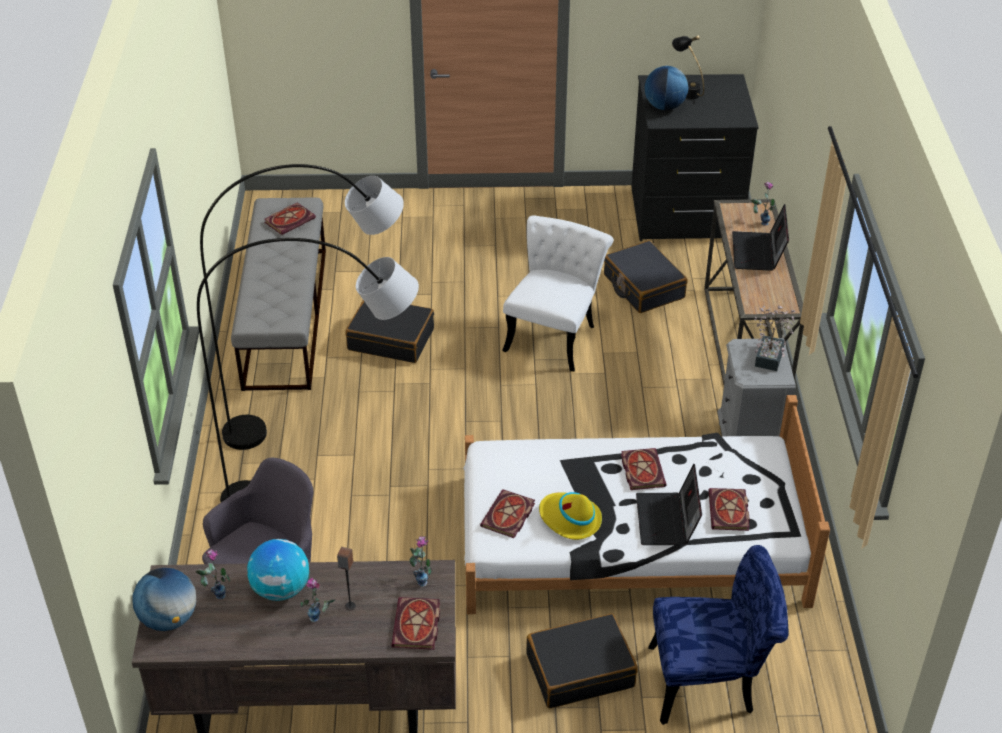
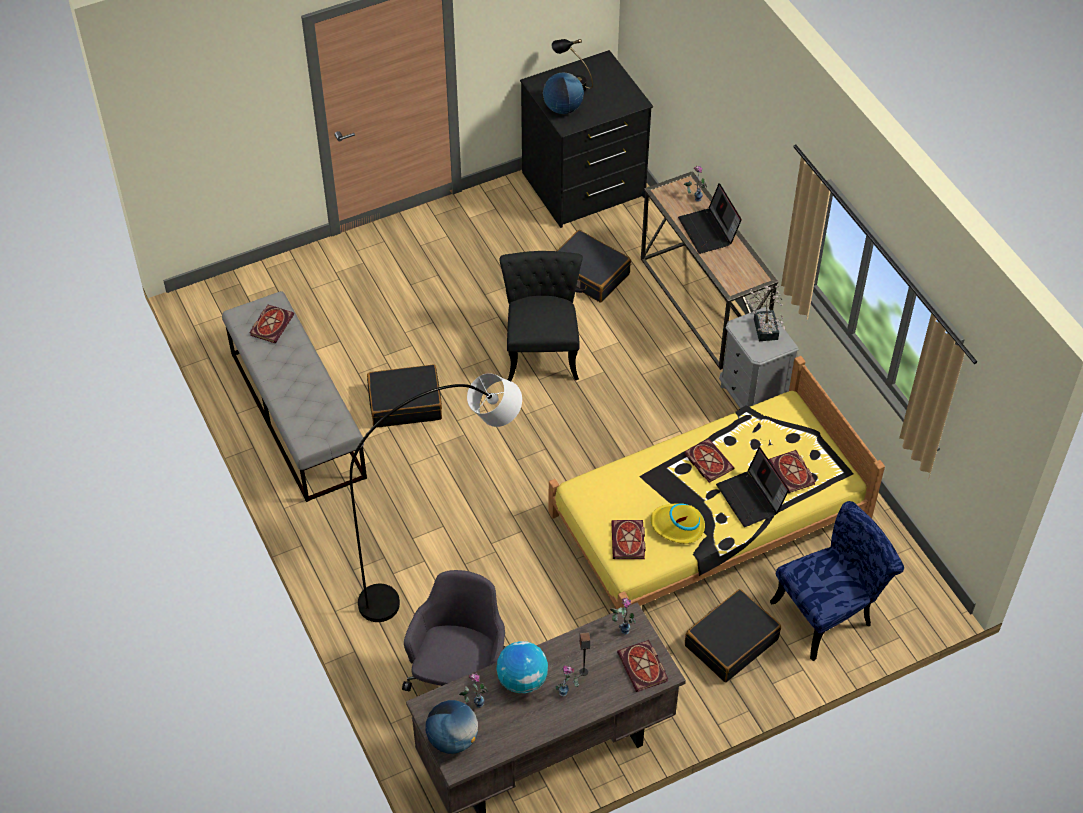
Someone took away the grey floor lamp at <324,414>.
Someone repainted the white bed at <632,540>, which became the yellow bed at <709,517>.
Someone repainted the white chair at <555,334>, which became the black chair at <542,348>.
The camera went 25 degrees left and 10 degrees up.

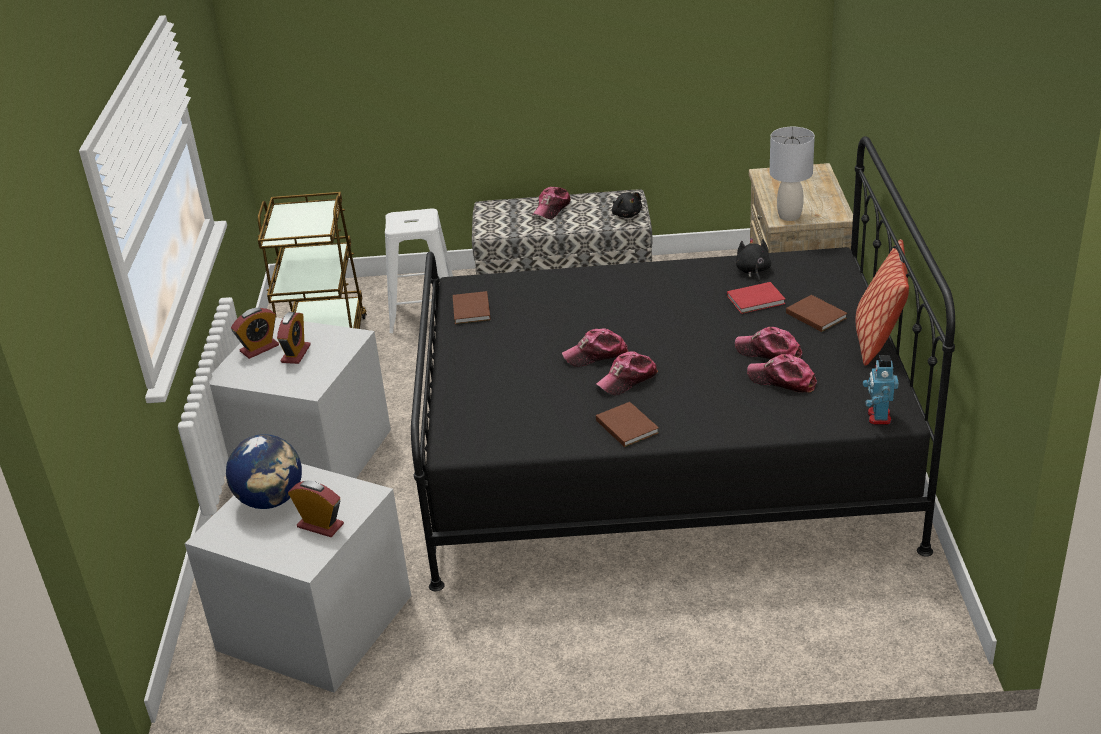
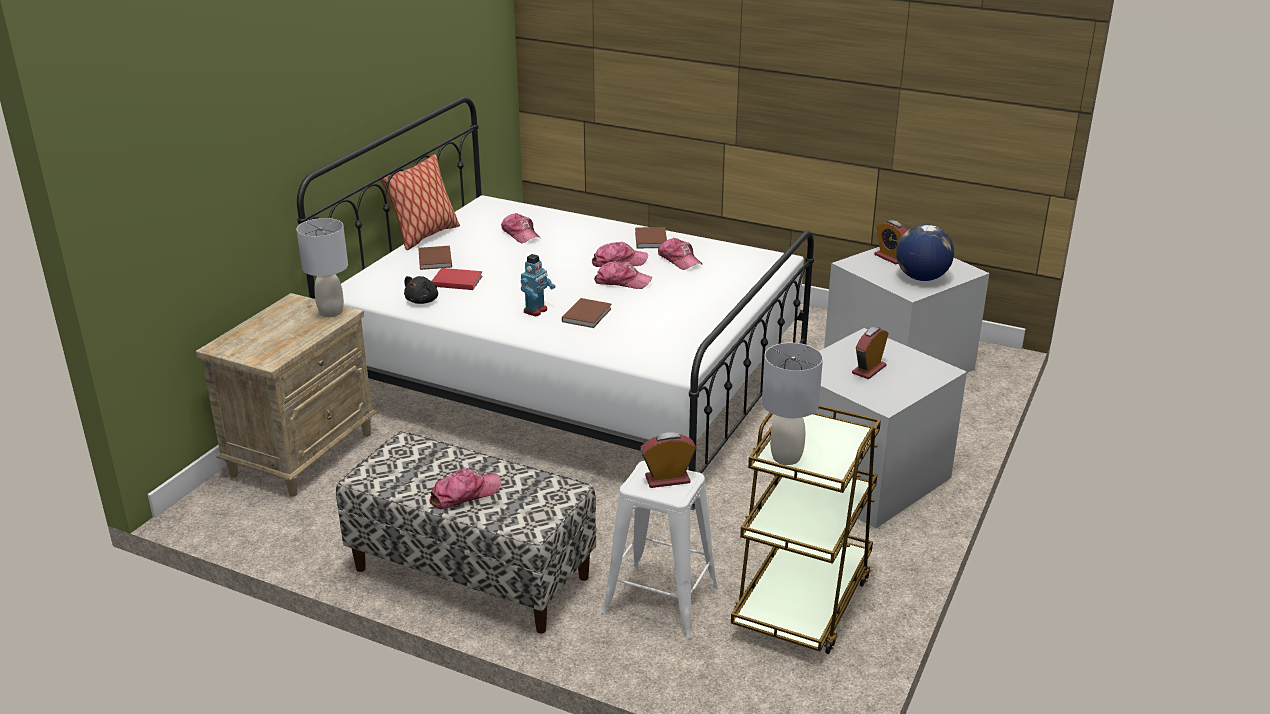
Someone took away the black plush toy at <626,214>.
Someone put down the grey table lamp at <787,457>.
Someone carried the alarm clock from <259,348> to <667,479>.
Someone carried the brown book from <470,310> to <588,315>.
Someone carried the cap from <769,352> to <679,260>.
Someone carried the toy robot from <878,417> to <536,311>.
Someone repainted the black bed at <662,456>, which became the white bed at <572,380>.
The camera went 155 degrees left and 5 degrees down.

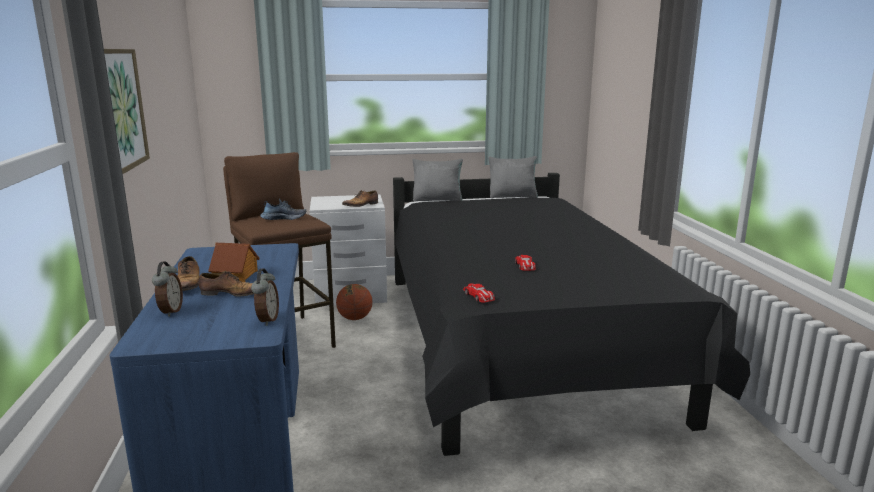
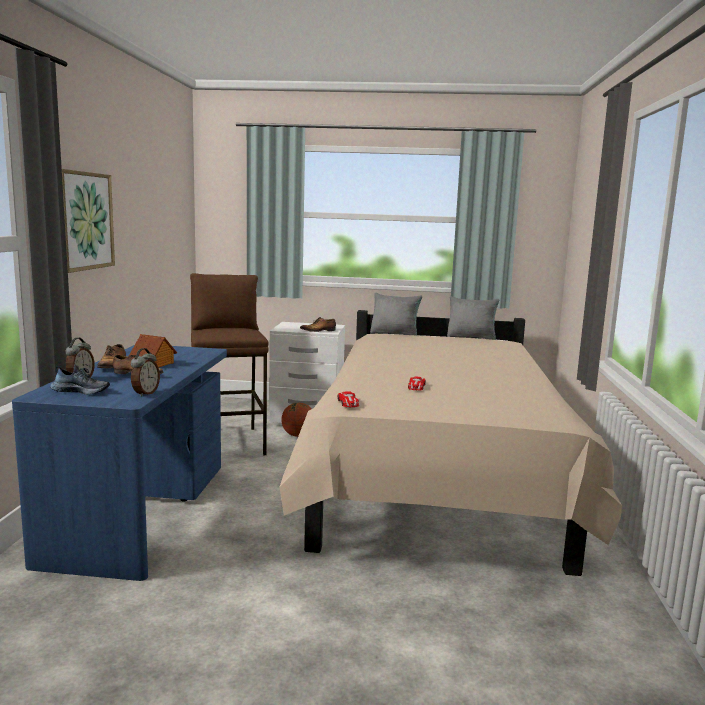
Someone carried the shoe from <284,218> to <81,391>.
Someone repainted the black bed at <517,345>, which became the beige bed at <436,477>.
The camera went 15 degrees right and 5 degrees down.

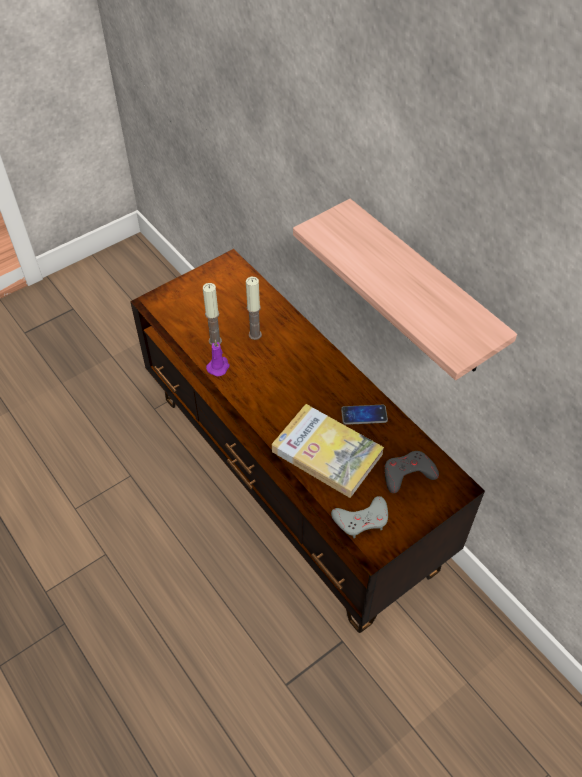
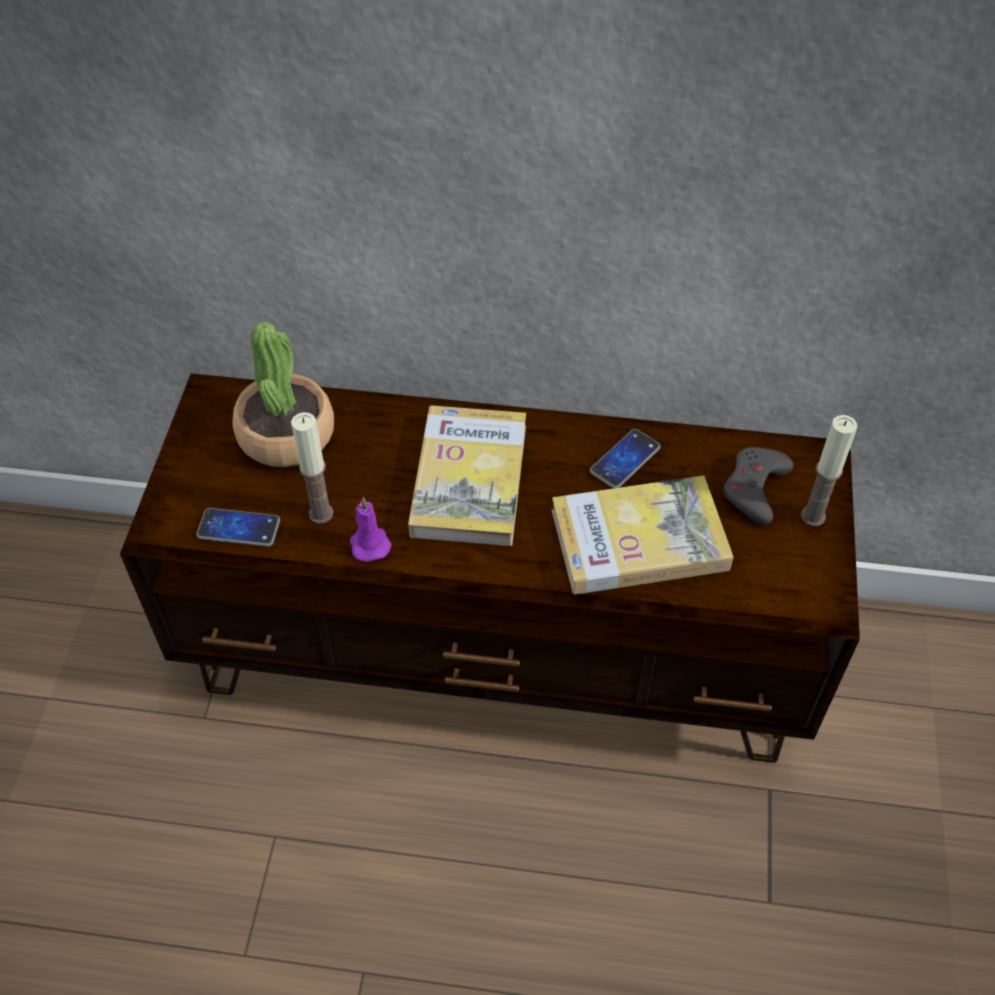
Someone took away the shelf at <422,291>.
Someone took away the grey game controller at <362,519>.
Someone put down the phone at <239,528>.
Someone put down the potted plant at <286,434>.
Someone put down the book at <469,479>.
Someone carried the candle from <255,334> to <813,516>.
The camera went 45 degrees left and 0 degrees up.

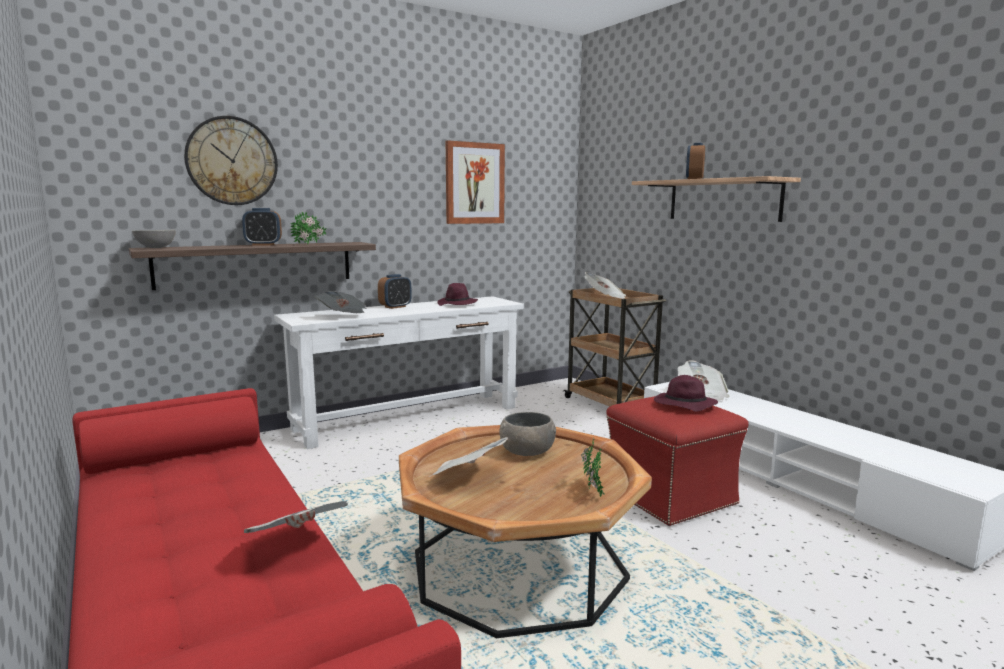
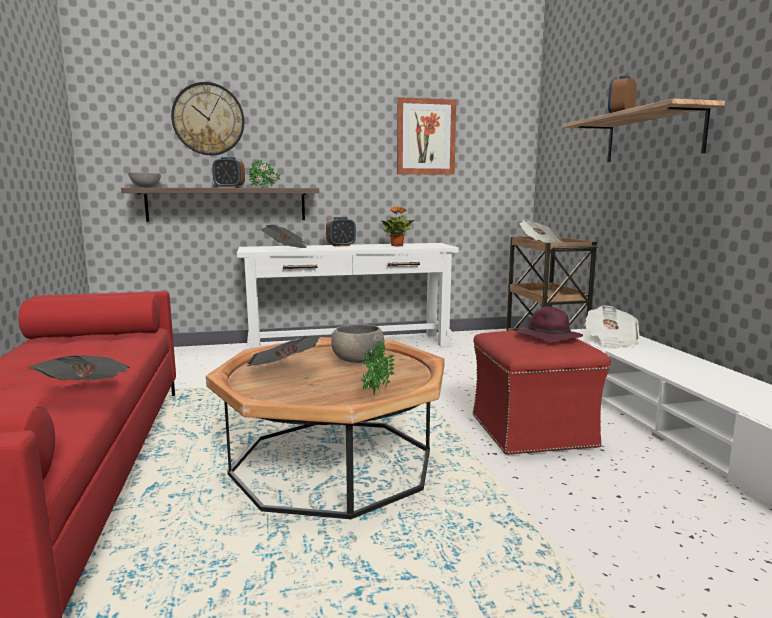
Someone swapped the purple hat at <457,304> for the potted plant at <397,246>.
The camera went 20 degrees right and 0 degrees up.

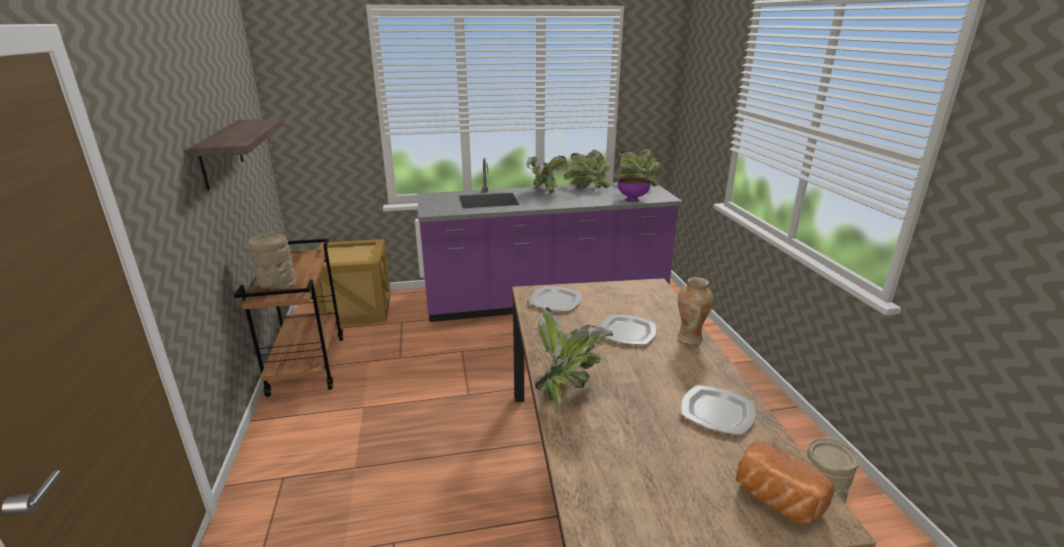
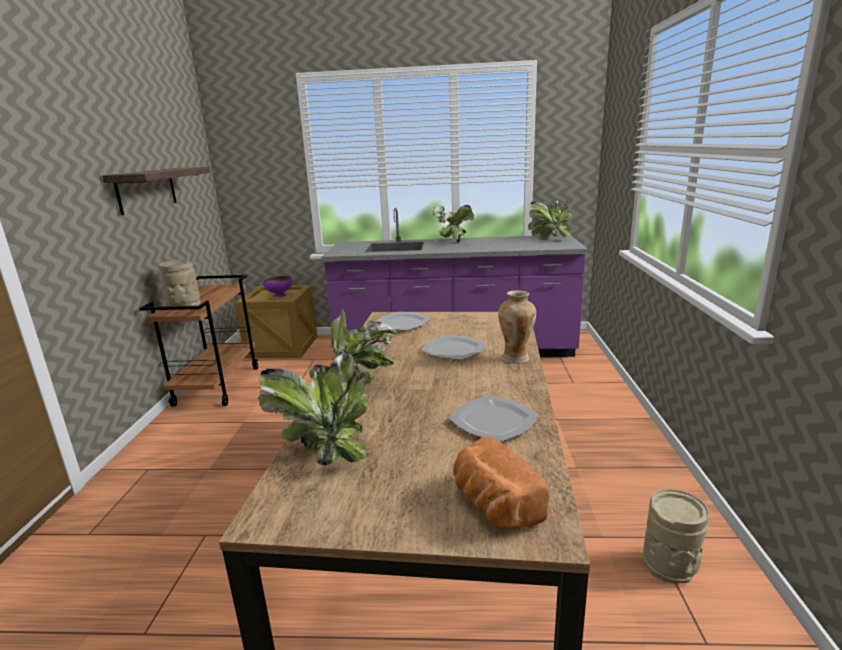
Someone carried the potted plant from <587,188> to <326,447>.
Someone carried the purple bowl from <632,200> to <279,295>.
The camera went 15 degrees right and 5 degrees down.

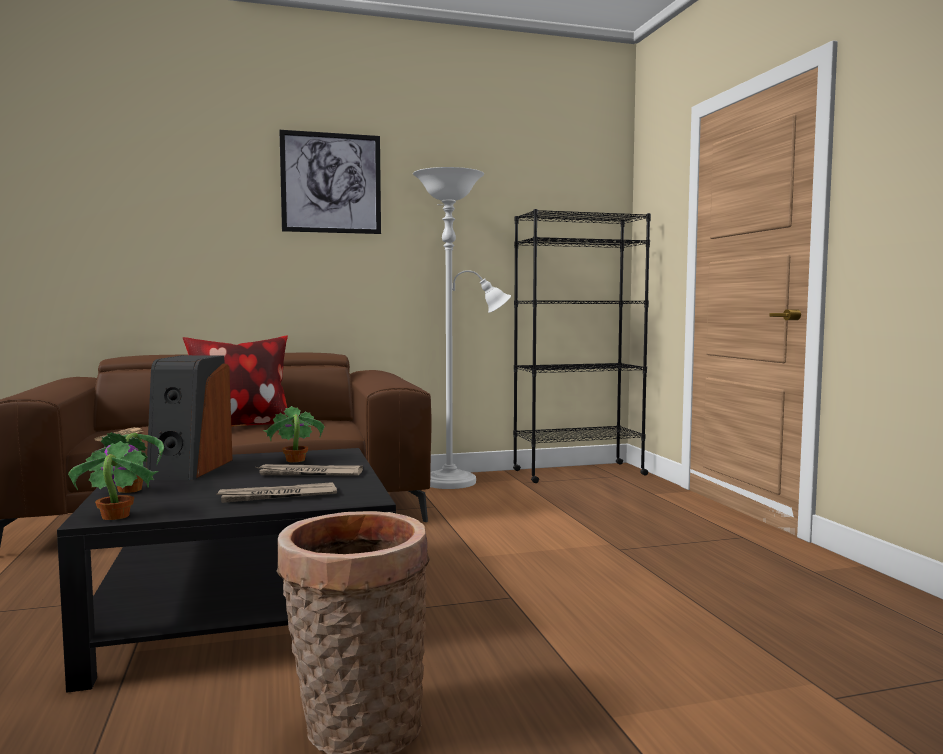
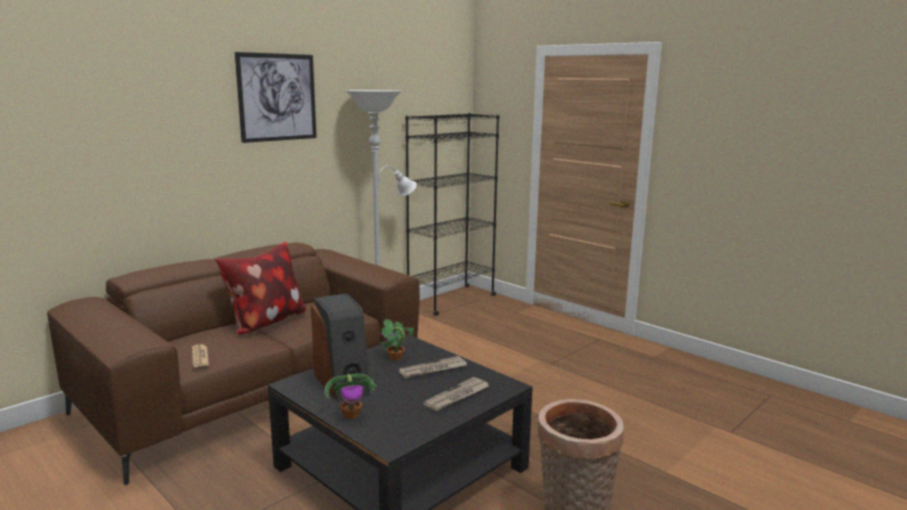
Someone took away the potted plant at <114,516>.
The camera went 30 degrees left and 10 degrees up.

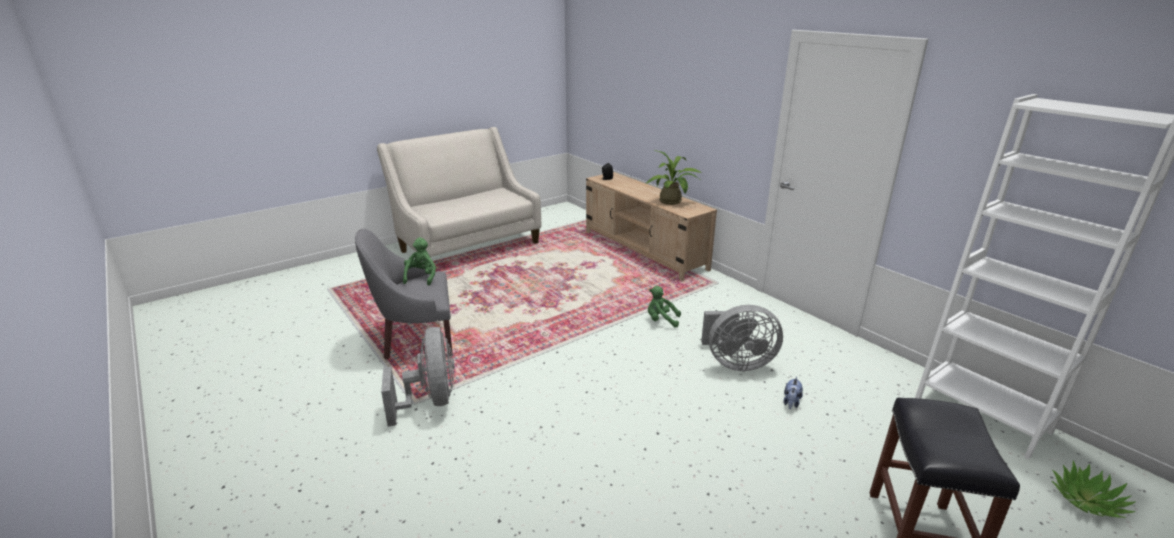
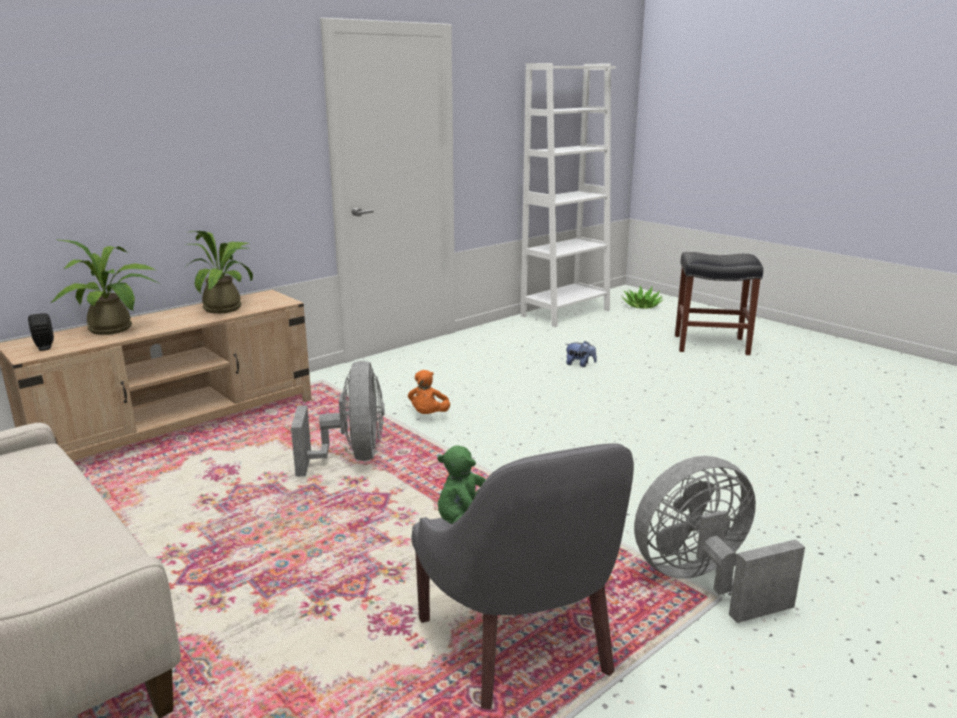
Someone put down the potted plant at <115,330>.
Someone carried the grey fan from <736,363> to <352,457>.
Someone repainted the green plush toy at <661,320>, which became the orange plush toy at <428,415>.
The camera went 95 degrees left and 5 degrees down.

